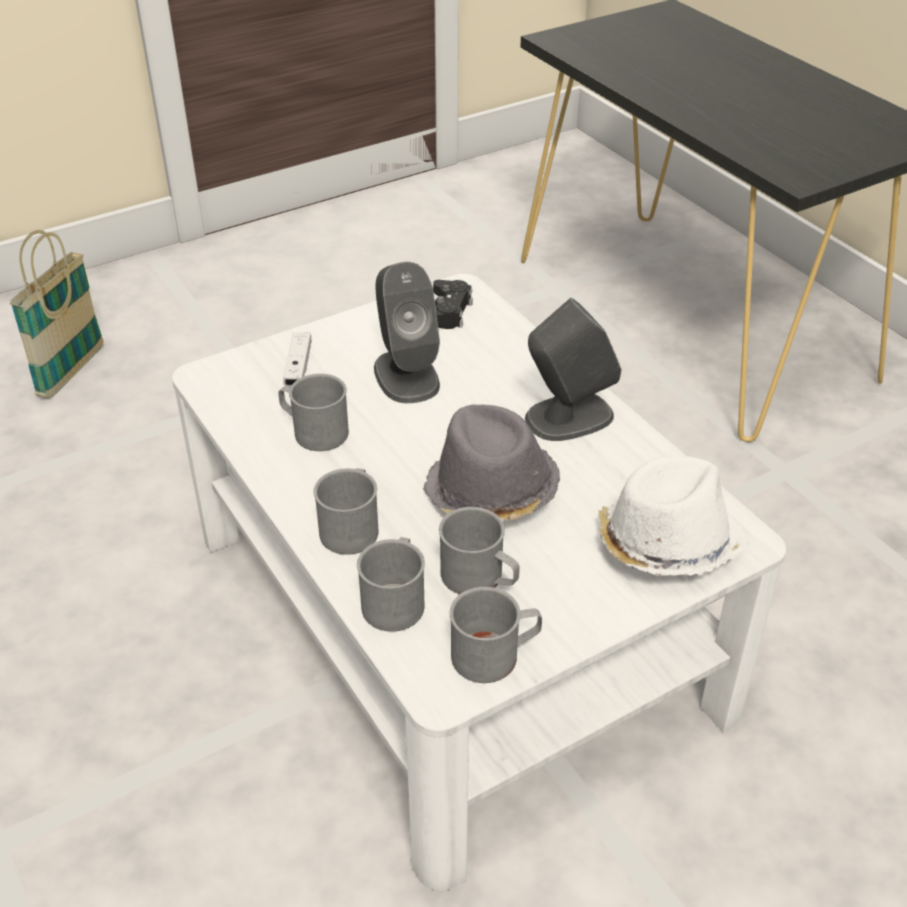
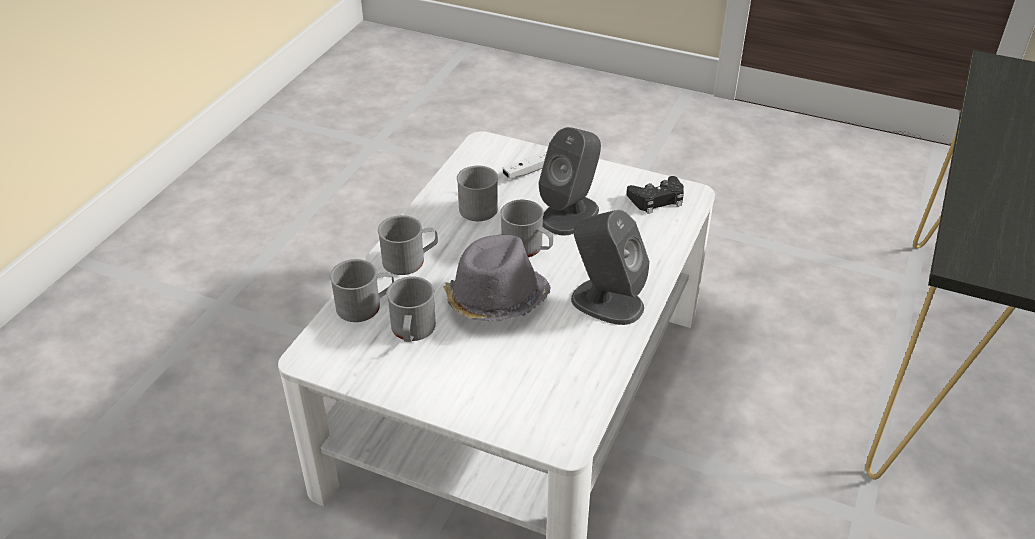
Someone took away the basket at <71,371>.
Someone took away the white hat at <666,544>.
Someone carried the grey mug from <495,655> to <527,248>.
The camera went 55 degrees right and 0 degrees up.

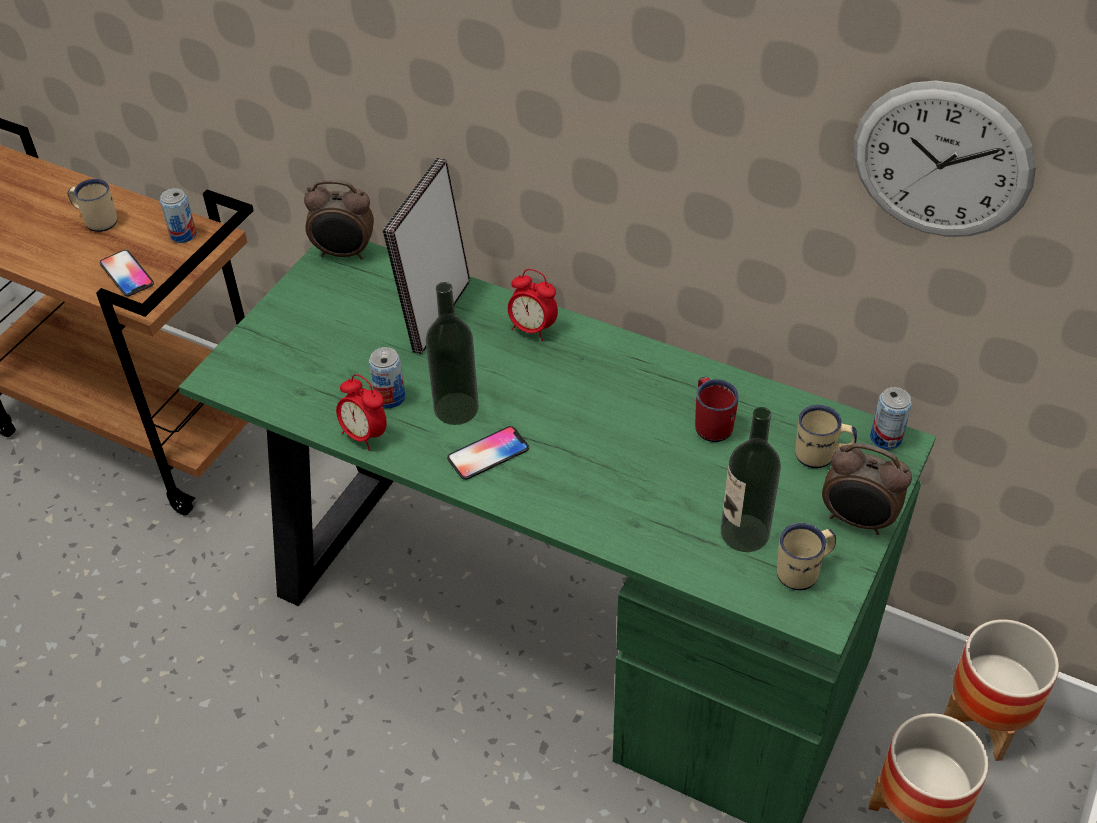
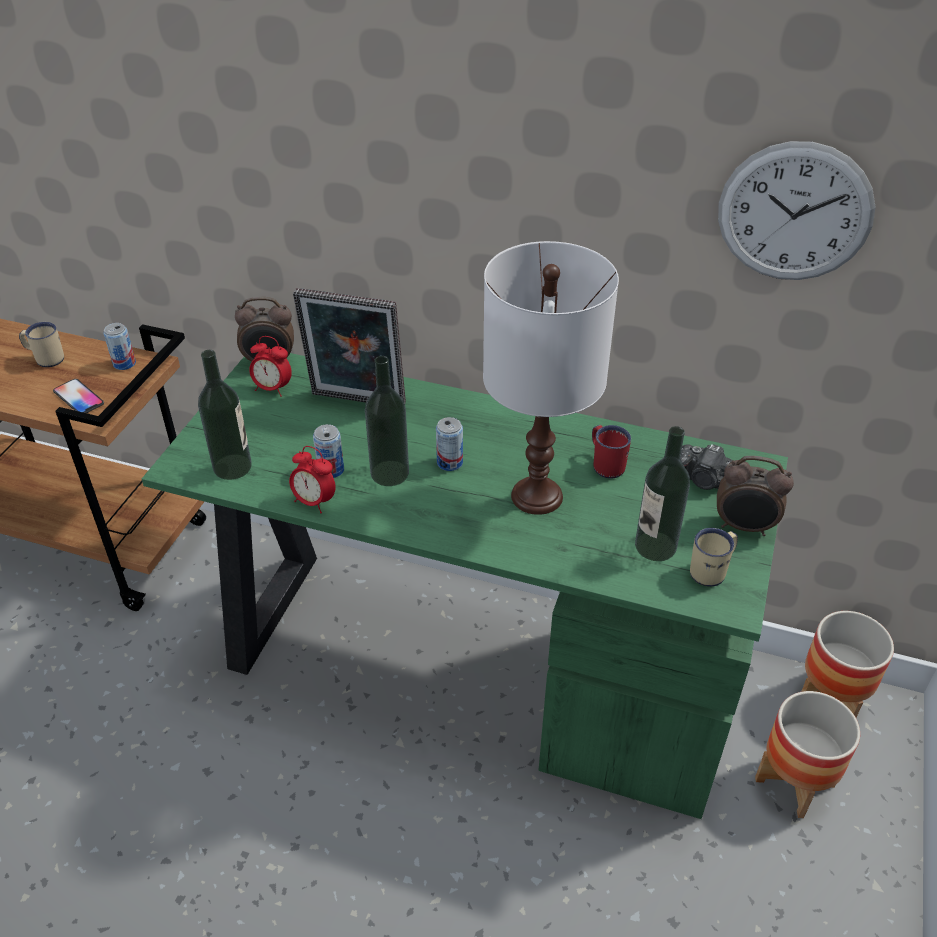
Someone took away the phone at <488,454>.
Someone put down the bottle at <232,467>.
Someone put down the white table lamp at <536,496>.
Someone carried the alarm clock from <532,329> to <272,389>.
Someone carried the can from <885,438> to <449,463>.
Someone swapped the beige mug at <822,456> for the photo camera at <702,480>.
Someone rotated the picture frame at <435,314> by 90 degrees counterclockwise.
The camera went 10 degrees left and 5 degrees down.

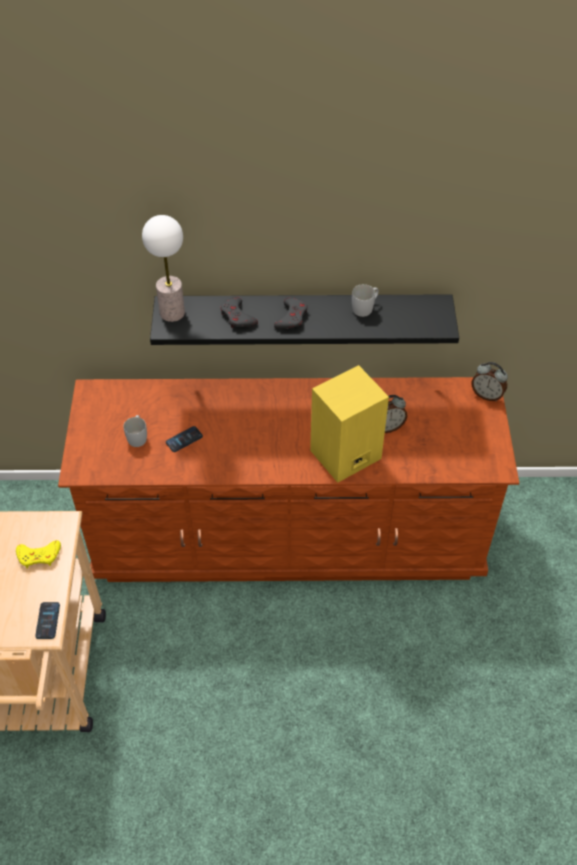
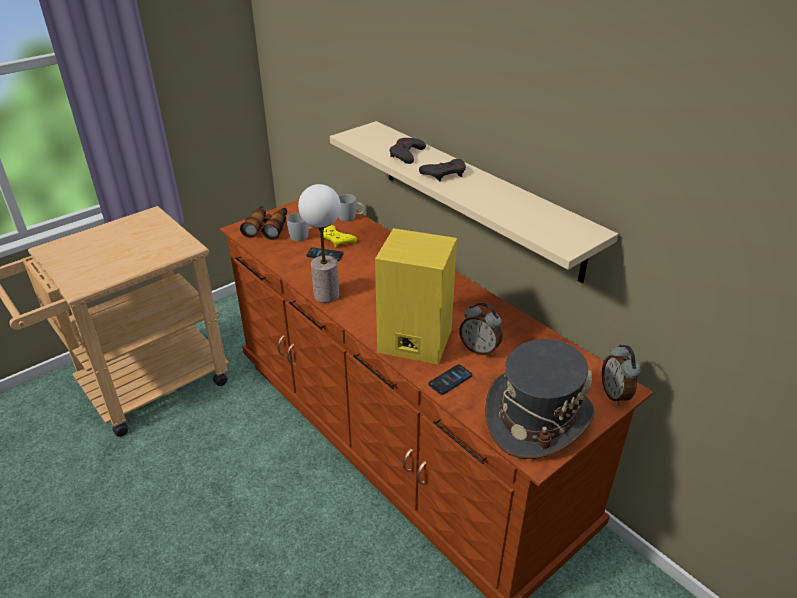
Someone put down the binoculars at <267,227>.
Someone put down the grey hat at <537,417>.
Someone carried the yellow game controller from <39,556> to <336,239>.
Someone carried the phone from <48,621> to <450,380>.
Someone carried the table lamp from <172,313> to <326,295>.
Someone carried the white mug from <365,308> to <350,217>.
Someone repainted the black shelf at <303,315>, which became the beige shelf at <477,197>.
The camera went 50 degrees right and 15 degrees down.

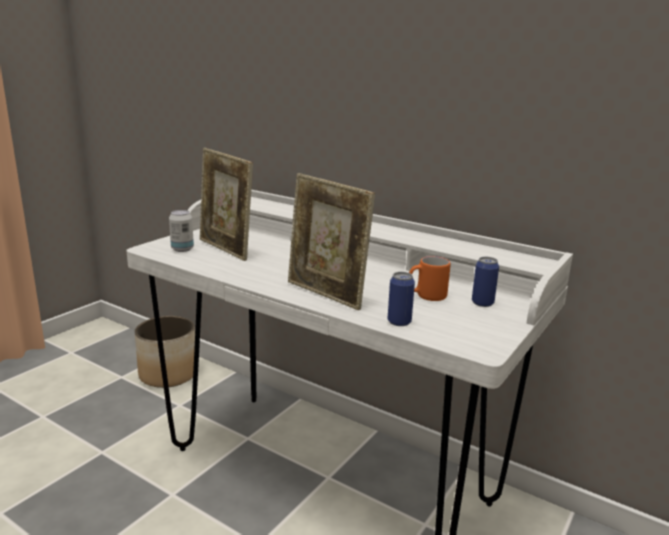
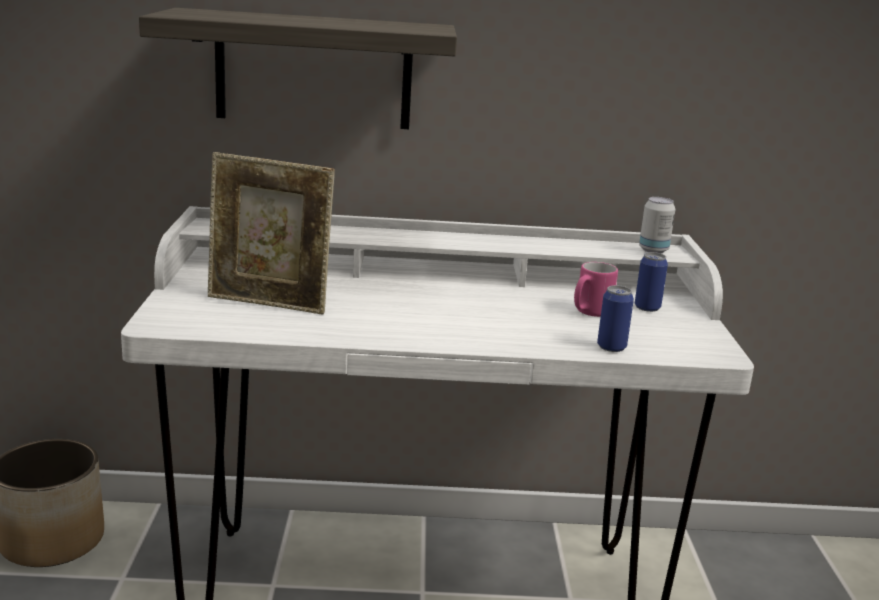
Someone took away the picture frame at <326,294>.
Someone put up the shelf at <314,70>.
Someone carried the can from <182,249> to <653,250>.
Someone repainted the orange mug at <426,296>, which became the pink mug at <589,313>.
The camera went 35 degrees left and 0 degrees up.

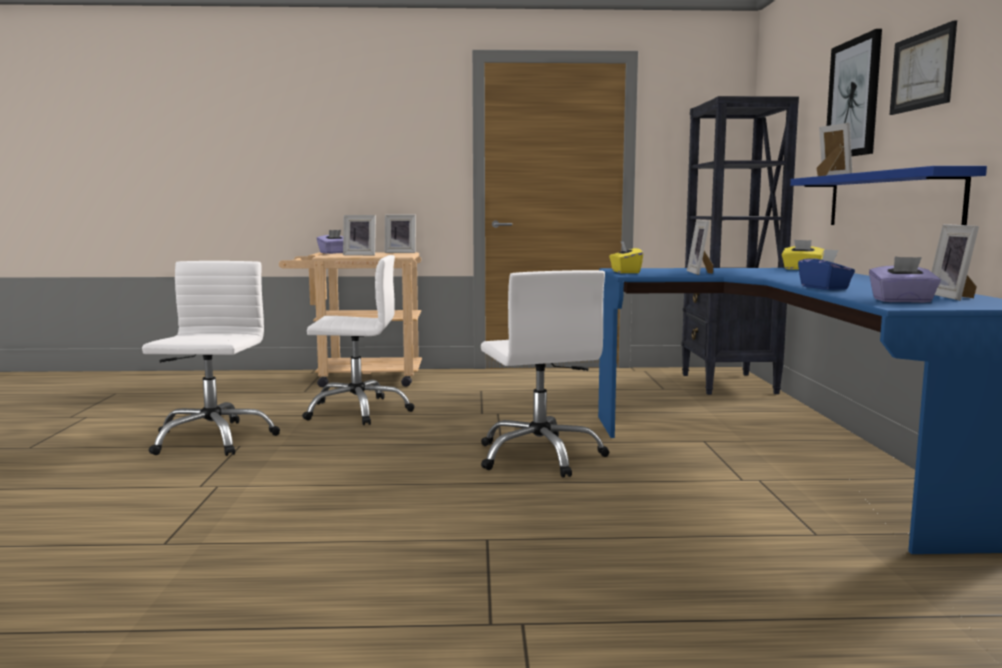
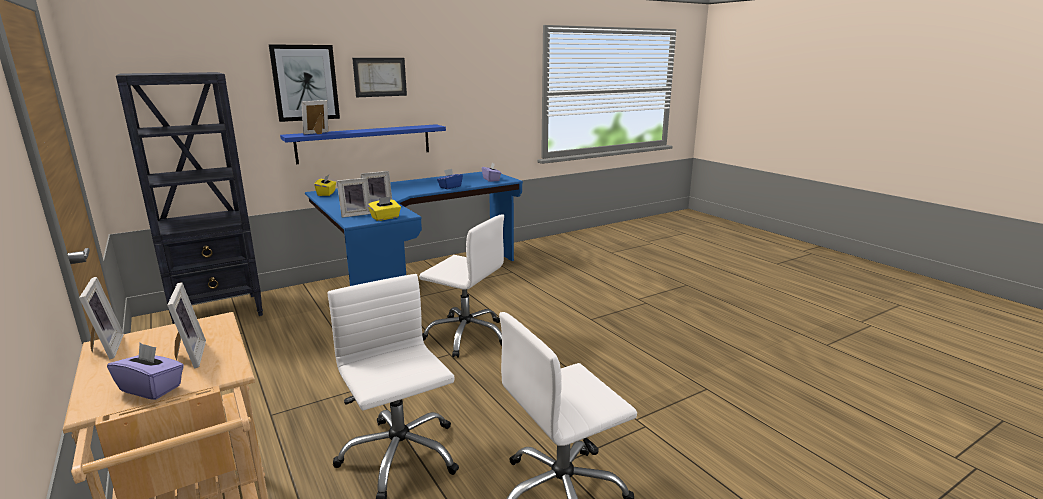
Someone carried the picture frame from <954,297> to <355,214>.
Someone rotated the white office chair at <540,456> by 75 degrees clockwise.
The camera went 120 degrees left and 10 degrees up.

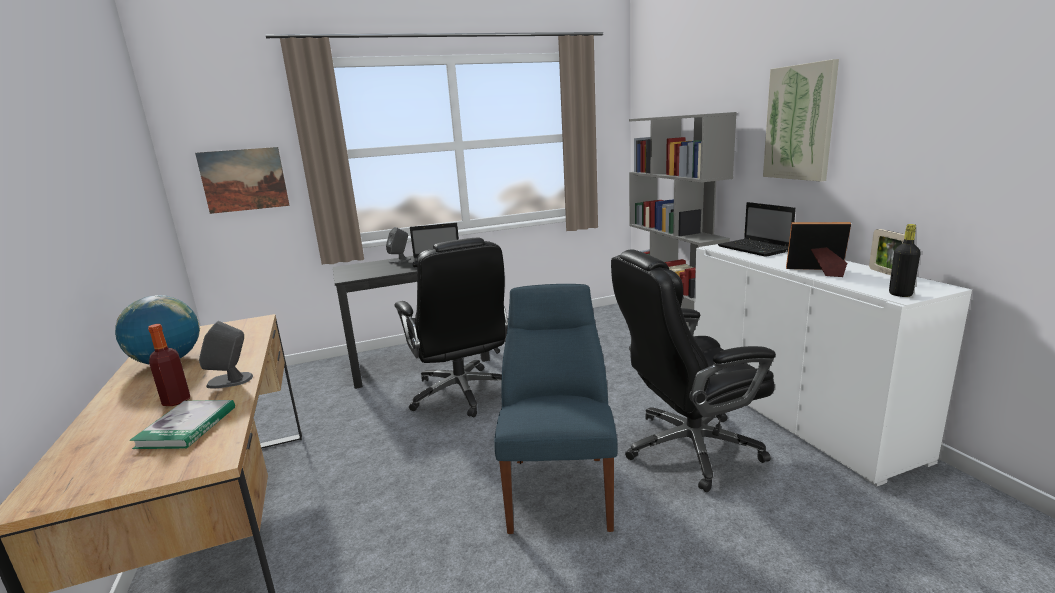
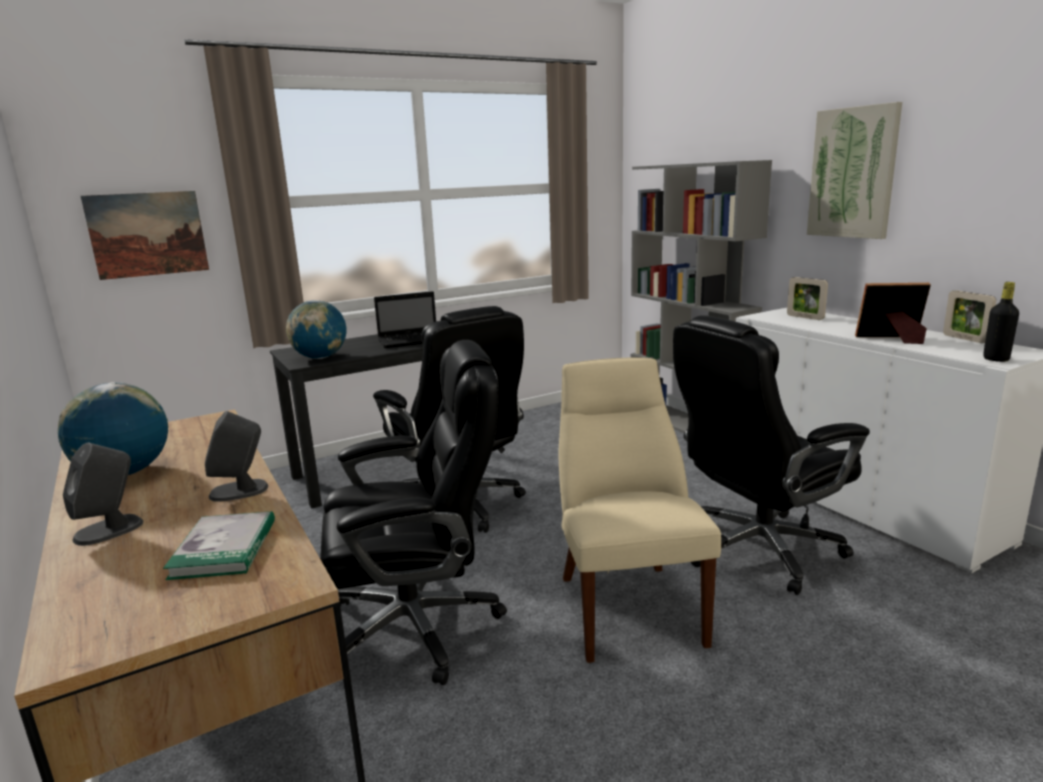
Someone took away the bottle at <176,401>.
Someone put down the globe at <320,358>.
Someone put down the black office chair at <418,625>.
Someone carried the grey speaker from <400,260> to <109,530>.
Someone swapped the laptop at <755,249> for the picture frame at <805,317>.
Someone repainted the blue chair at <559,487>, which became the beige chair at <627,605>.
The camera went 10 degrees left and 0 degrees up.

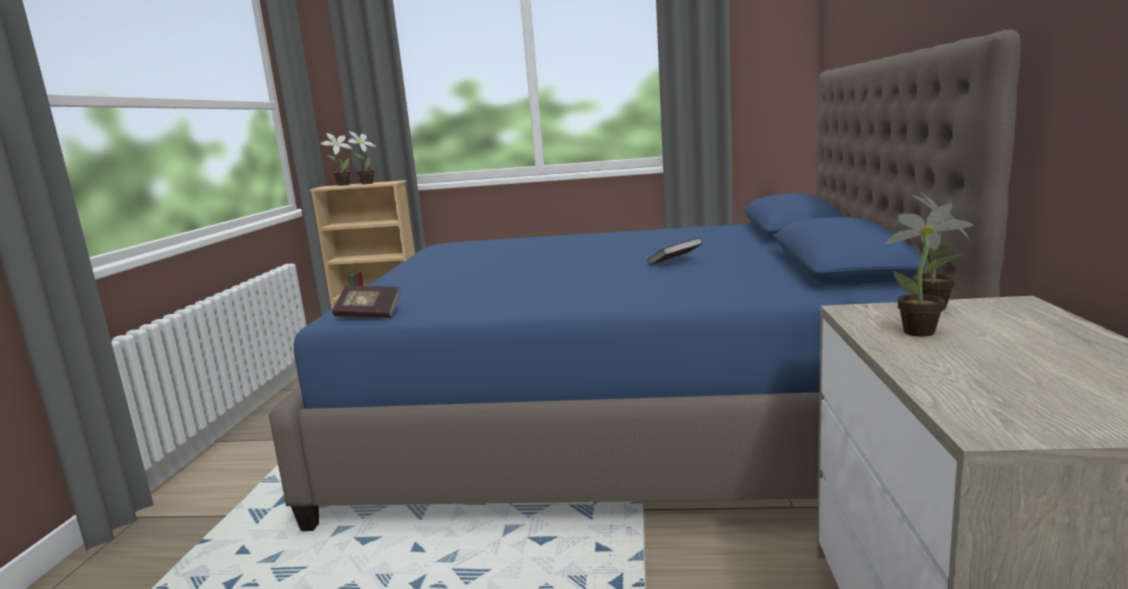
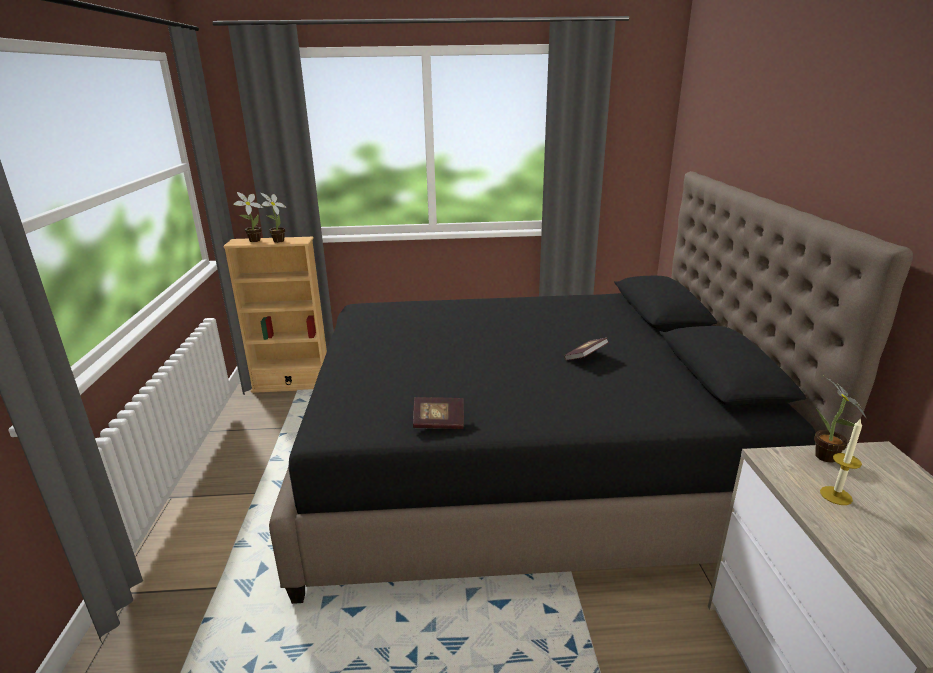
Someone carried the book from <369,314> to <438,423>.
Someone swapped the potted plant at <925,332> for the candle at <836,495>.
Someone repainted the blue bed at <623,420>, which became the black bed at <526,468>.
The camera went 10 degrees left and 10 degrees up.

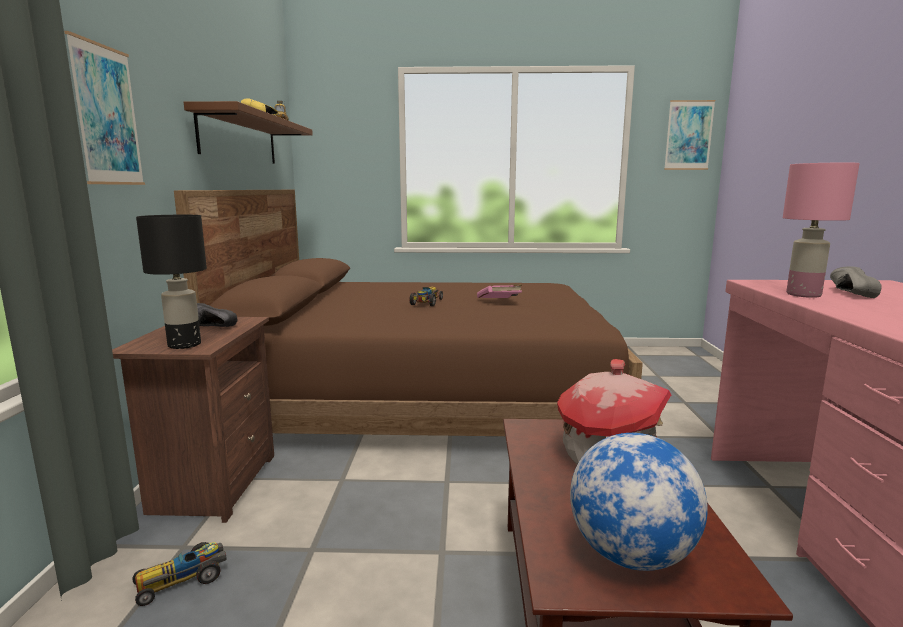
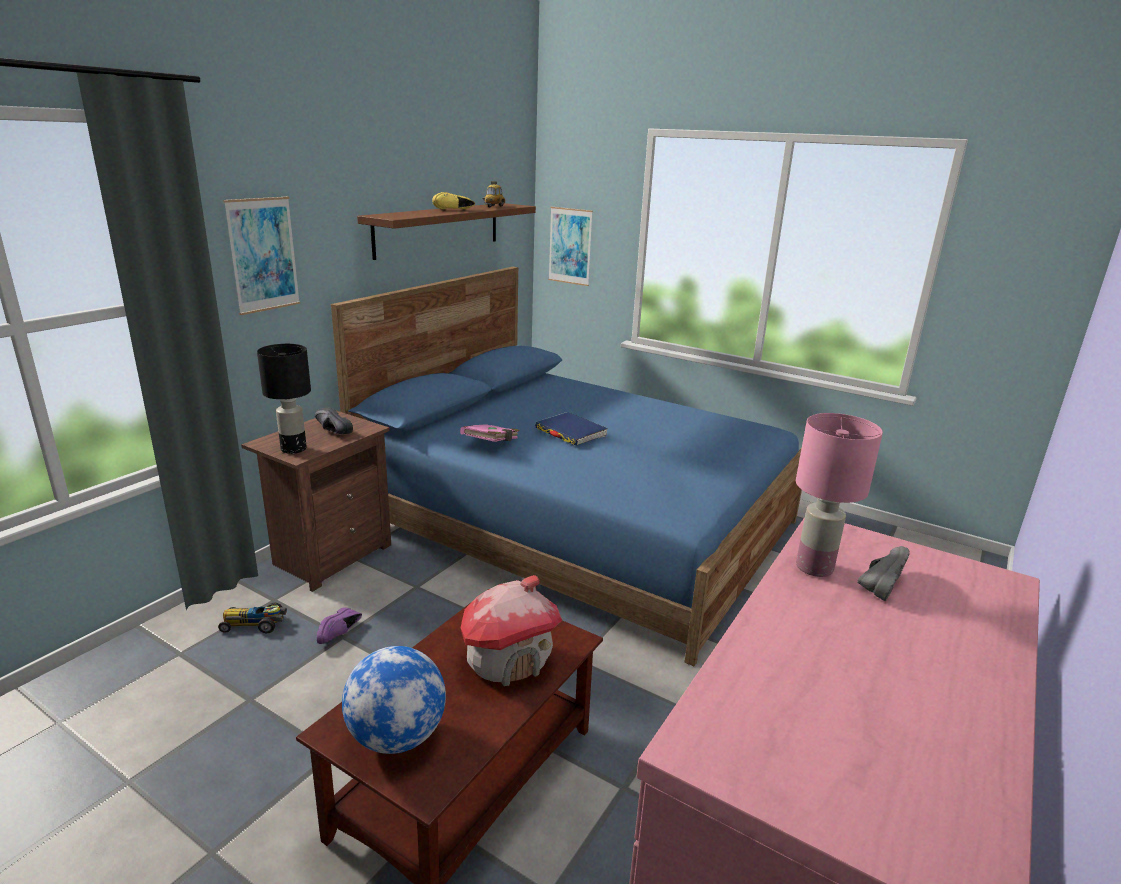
Someone put down the purple shoe at <341,633>.
Someone carried the pink book from <499,302> to <491,444>.
Someone carried the picture from <688,135> to <570,246>.
Someone swapped the toy car at <426,303> for the blue book at <570,432>.
Someone repainted the brown bed at <426,393>, which became the blue bed at <577,521>.
The camera went 30 degrees right and 10 degrees up.

